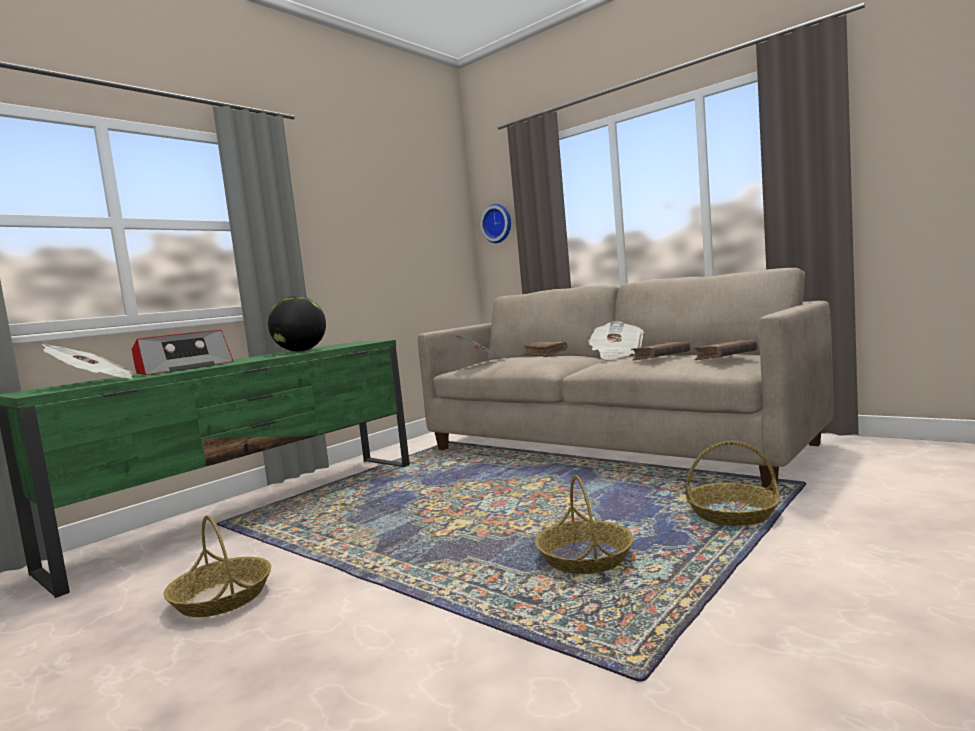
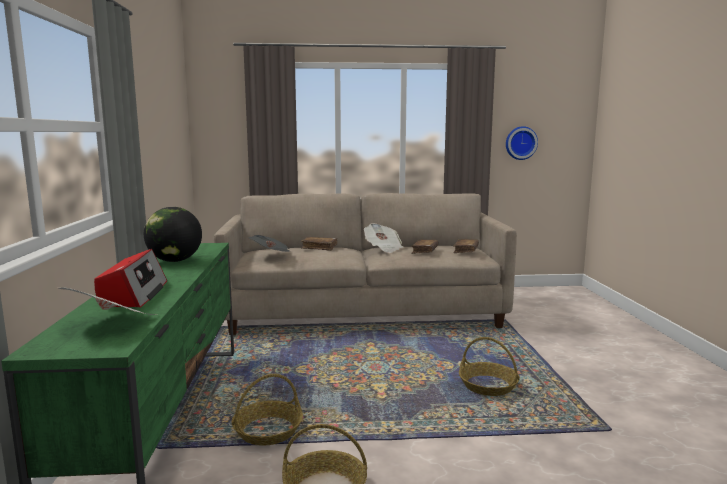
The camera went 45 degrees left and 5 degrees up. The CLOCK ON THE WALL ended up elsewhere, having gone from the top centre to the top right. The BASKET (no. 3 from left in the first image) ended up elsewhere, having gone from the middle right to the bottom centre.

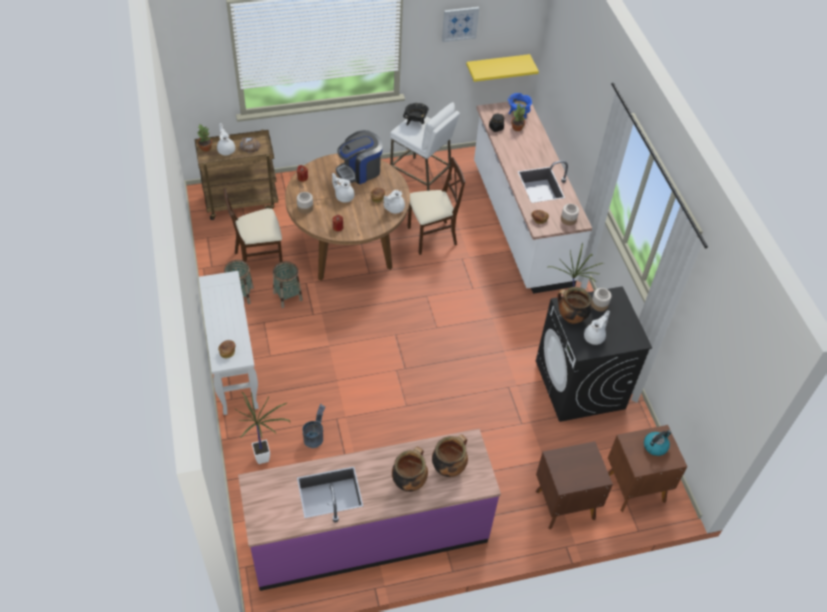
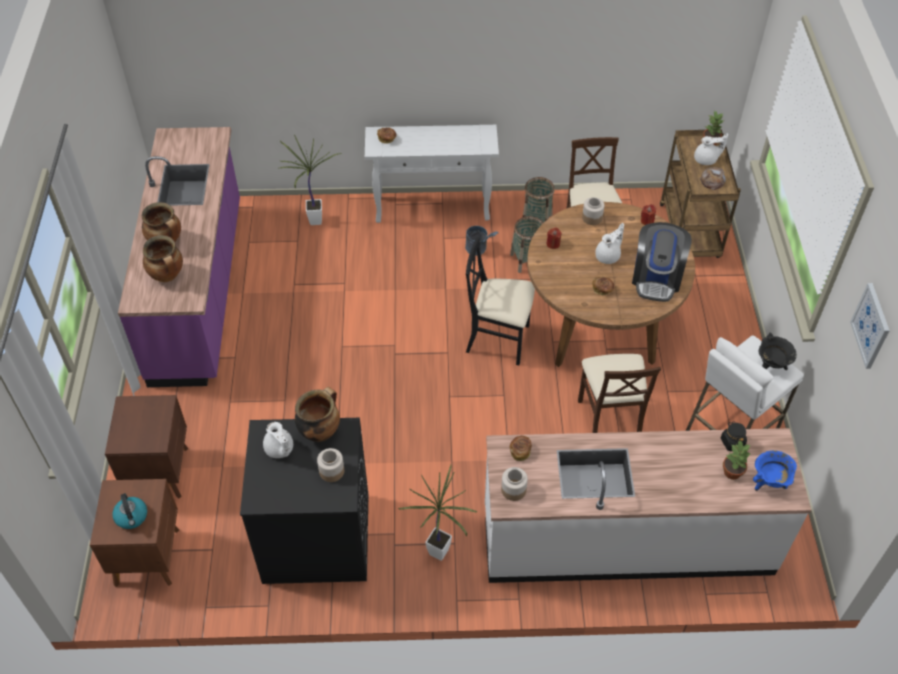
The camera went 105 degrees right and 0 degrees up. The GREY WATER BUCKET ended up elsewhere, having gone from the bottom centre to the centre. The COFFEE MACHINE at the top centre ended up facing another way, 150 degrees counterclockwise from before. The second view lost the WHITE-COLOURED POT FOR TEA (no. 3 from left) at the top centre. The second view lost the YELLOW-COLOURED BRACKET SHELF at the top centre. The second view gained the BLACK-COLOURED CHAIR at the centre.

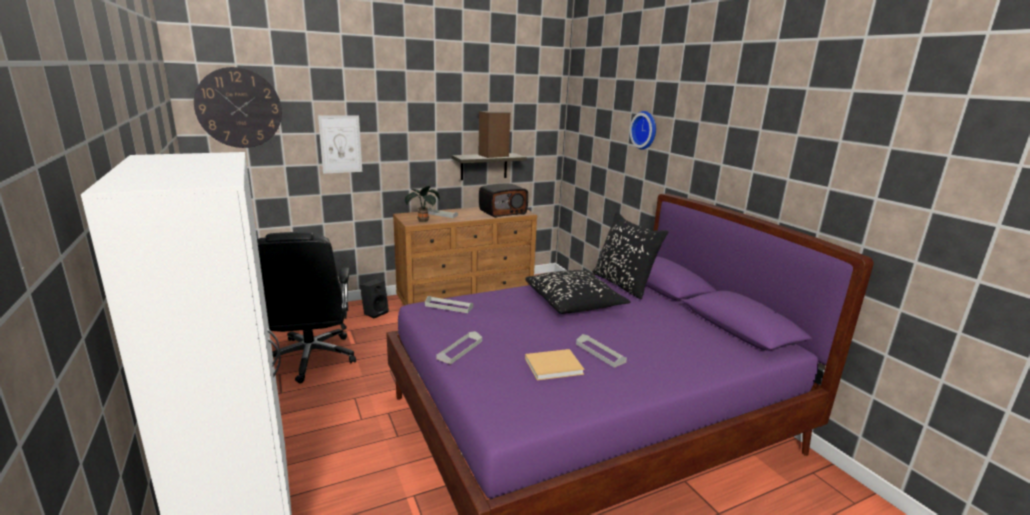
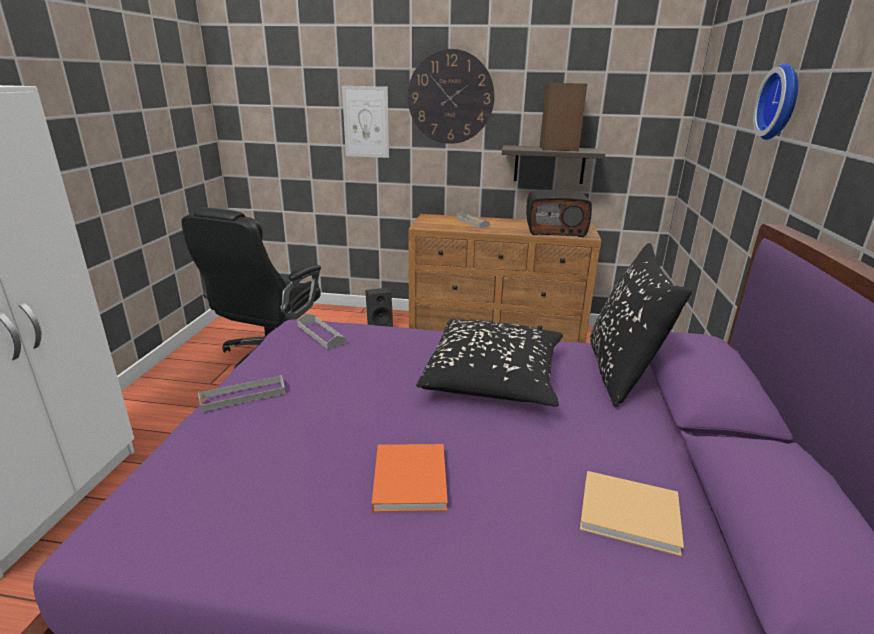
The camera went 35 degrees right and 5 degrees up. The CLOCK ON THE WALL (no. 1 from left) ended up elsewhere, having gone from the top left to the top centre. The second view lost the POTTED PLANT at the centre. The SAND-COLOURED BOOK ended up elsewhere, having gone from the bottom centre to the bottom right. Where the GREY CARRYING TRAY (no. 4 from left) stood at the bottom centre, the ORANGEY BOOK came to stand at the bottom centre.

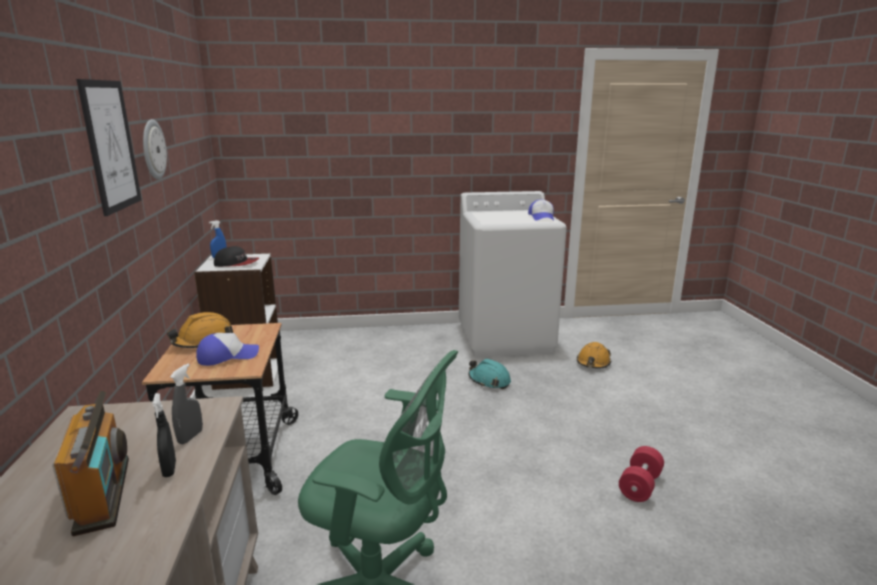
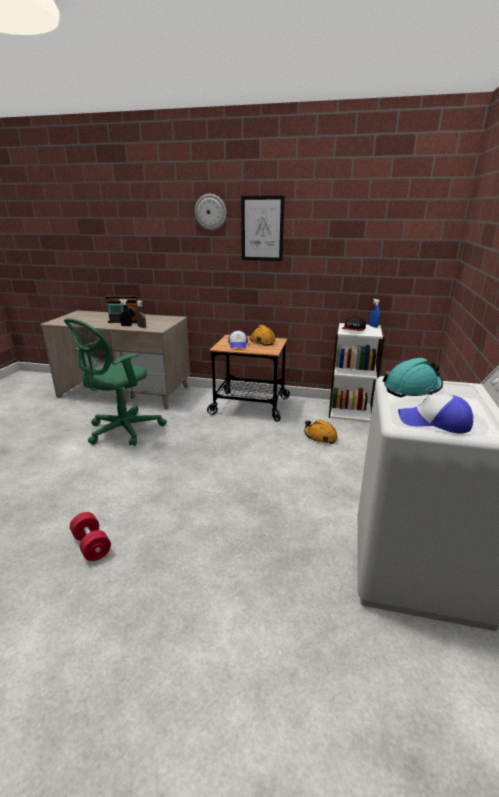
The camera went 110 degrees right and 5 degrees up. The CLOCK ON THE WALL ended up elsewhere, having gone from the top left to the top centre. The TURQUOISE-COLOURED WORK HELMET ended up elsewhere, having gone from the centre to the middle right. The ORANGEY WORK HELMET (no. 2 from left) ended up elsewhere, having gone from the middle right to the centre.

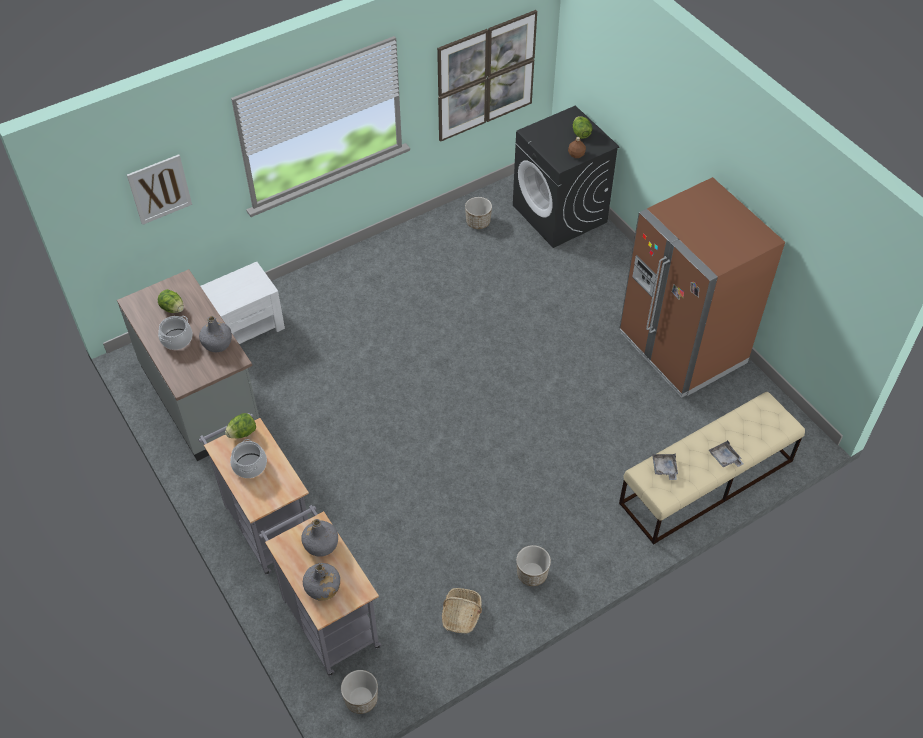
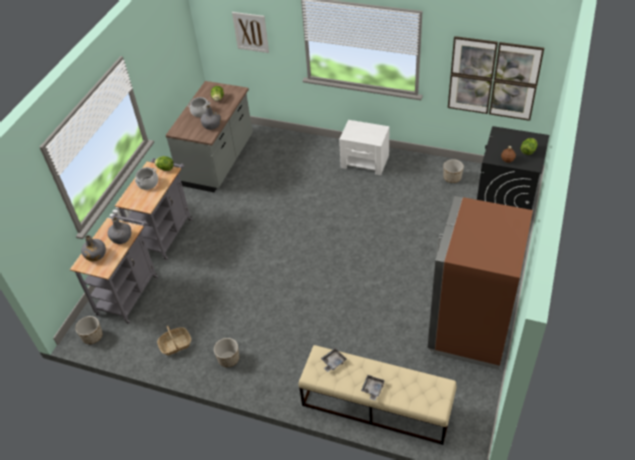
The camera went 55 degrees right and 5 degrees down. The WHITE-COLOURED NIGHT TABLE ended up elsewhere, having gone from the middle left to the top centre.

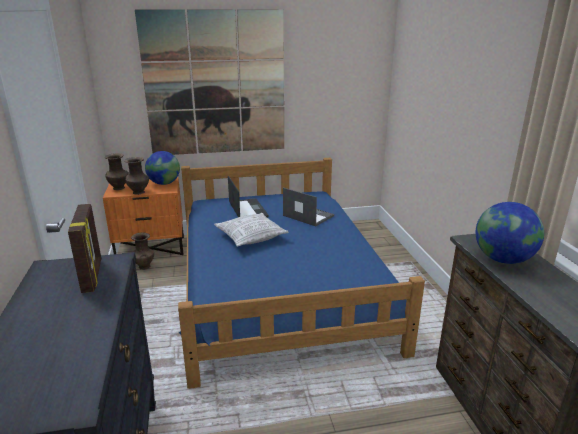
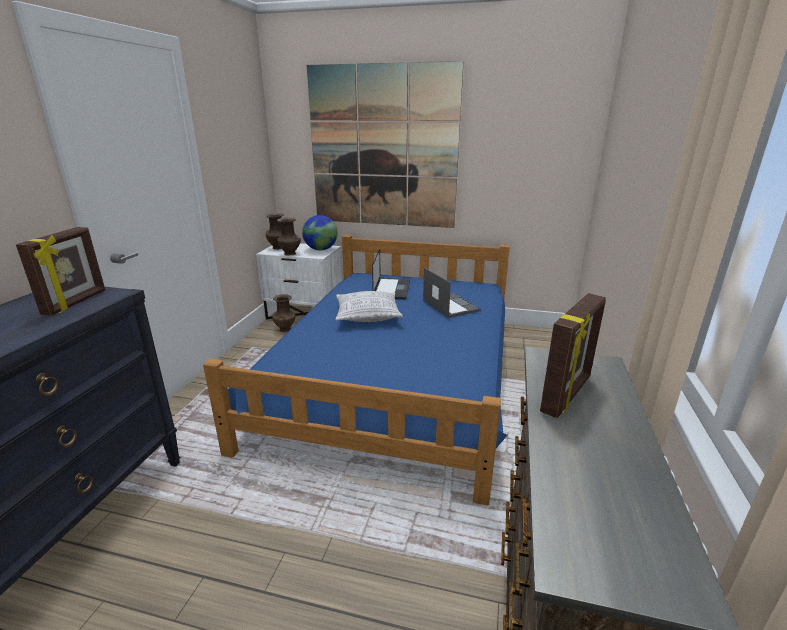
The camera went 25 degrees right and 0 degrees up. What was the ORANGEY NIGHT TABLE at the middle left turned into the WHITE-COLOURED NIGHT TABLE at the centre. Where the WORLD GLOBE (no. 2 from left) stood at the middle right, the STANDING FRAME (no. 2 from left) came to stand at the middle right.

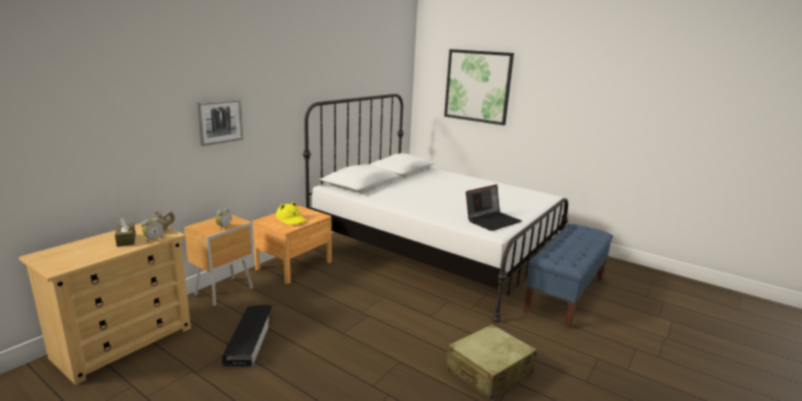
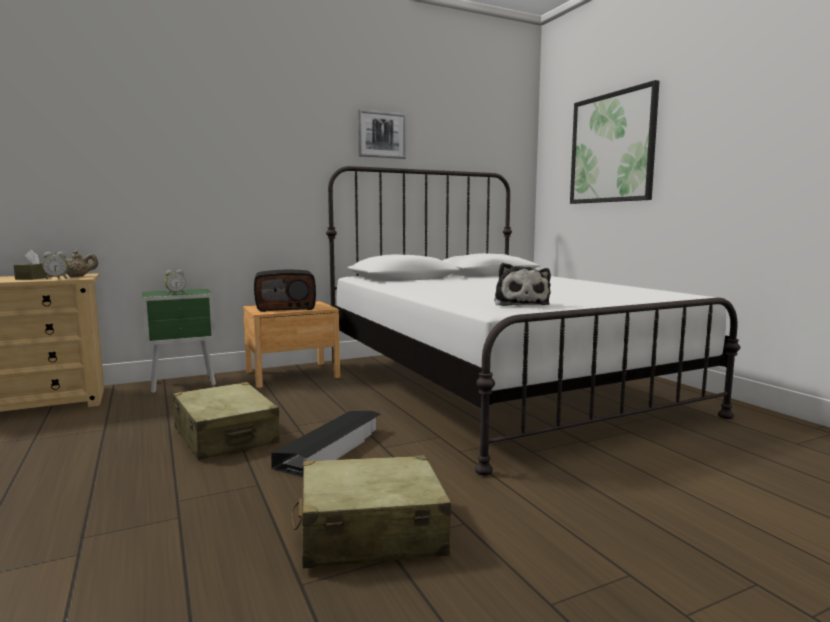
The camera went 30 degrees right and 10 degrees down. What was the BROWN NIGHT TABLE (no. 1 from left) at the middle left turned into the GREENISH NIGHT TABLE at the middle left. The WALL ART (no. 1 from left) ended up elsewhere, having gone from the top left to the top centre. The BLACK-COLOURED STORAGE BIN ended up elsewhere, having gone from the bottom left to the bottom centre. Where the YELLOW-COLOURED WEARABLE HAT stood at the centre, the RADIO RECEIVER came to stand at the centre. Where the NOTEBOOK COMPUTER stood at the centre, the PLUSH TOY came to stand at the centre. The second view lost the BLUE-COLOURED LONG SEAT at the bottom right. The second view gained the SAND-COLOURED TRAVEL CASE (no. 1 from left) at the bottom left.

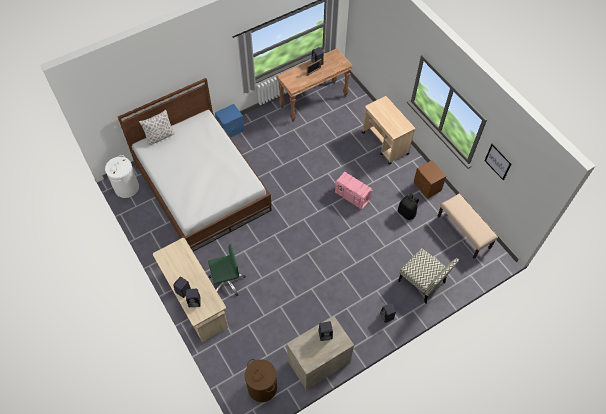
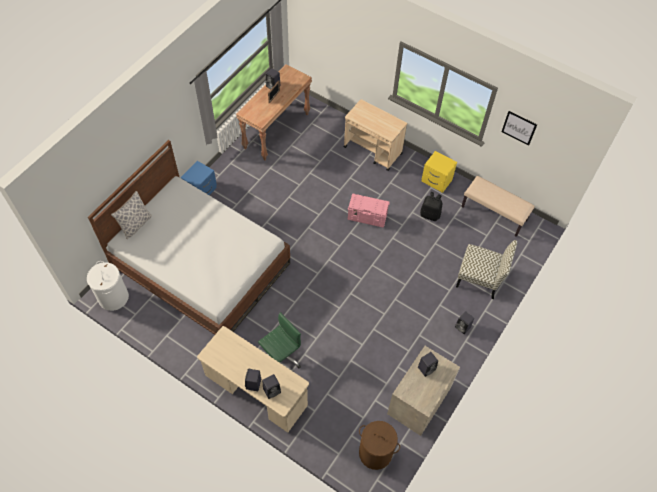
The camera went 25 degrees left and 0 degrees up. What was the BROWN NIGHT TABLE at the middle right turned into the YELLOW-COLOURED NIGHT TABLE at the middle right.

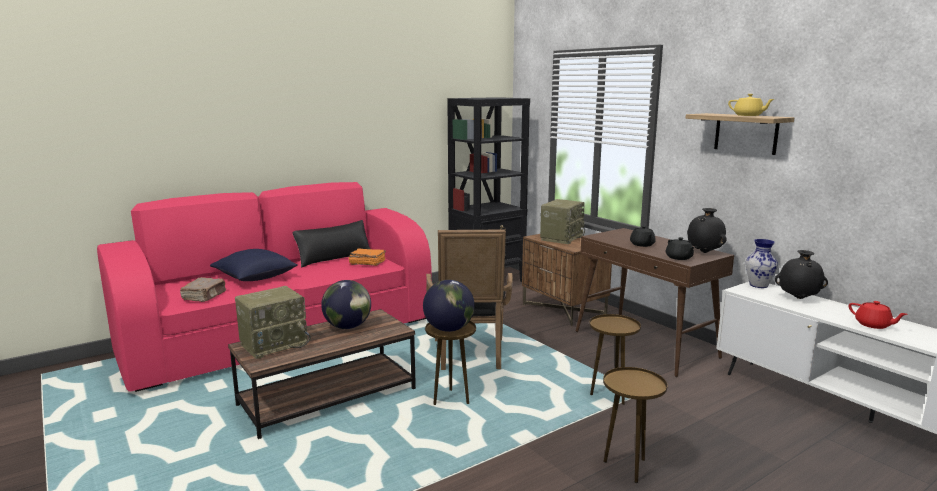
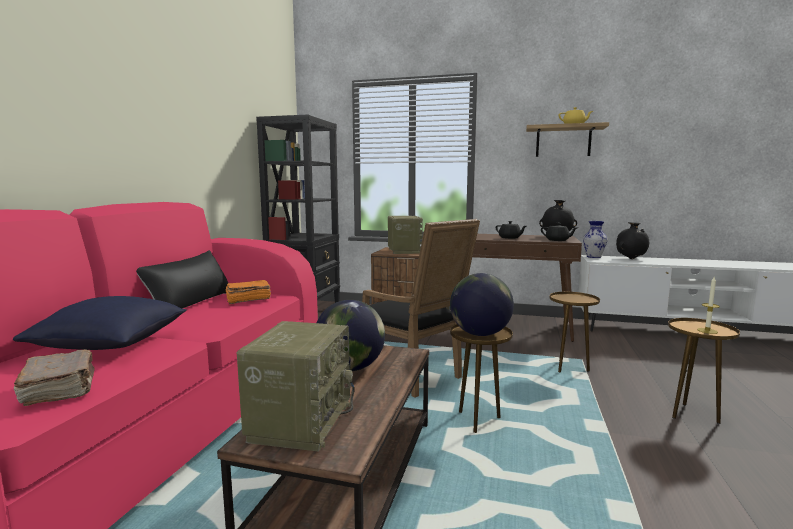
The camera went 40 degrees left and 5 degrees down. The second view lost the REDDISH POT FOR TEA at the middle right. The second view gained the WAX CANDLE at the middle right.

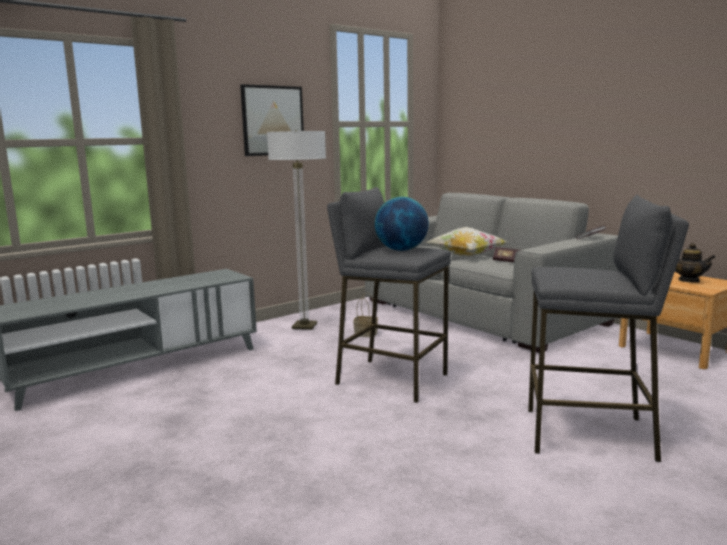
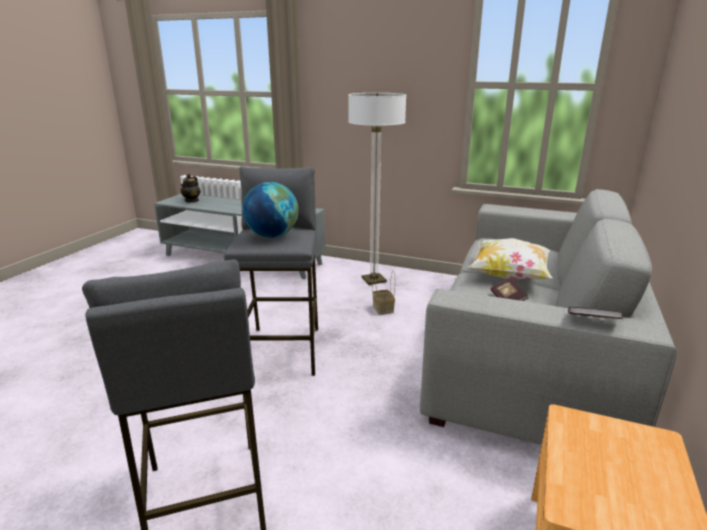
The camera went 60 degrees right and 10 degrees up. The second view lost the WALL ART at the top centre. The POT FOR TEA ended up elsewhere, having gone from the middle right to the middle left.

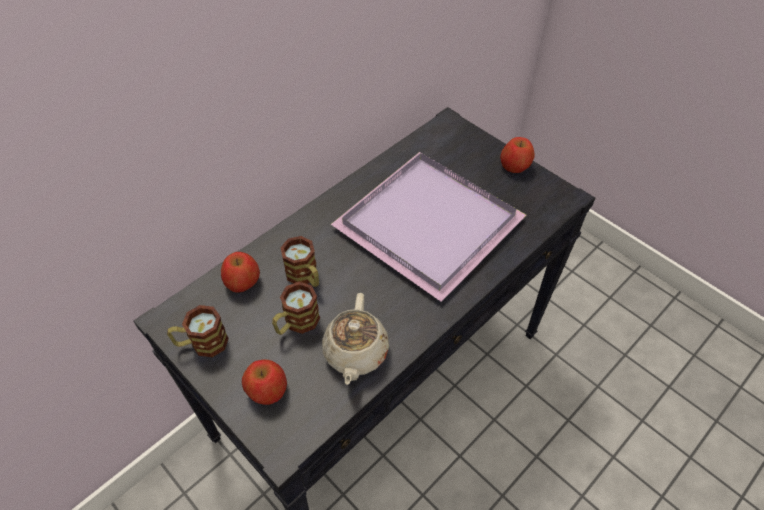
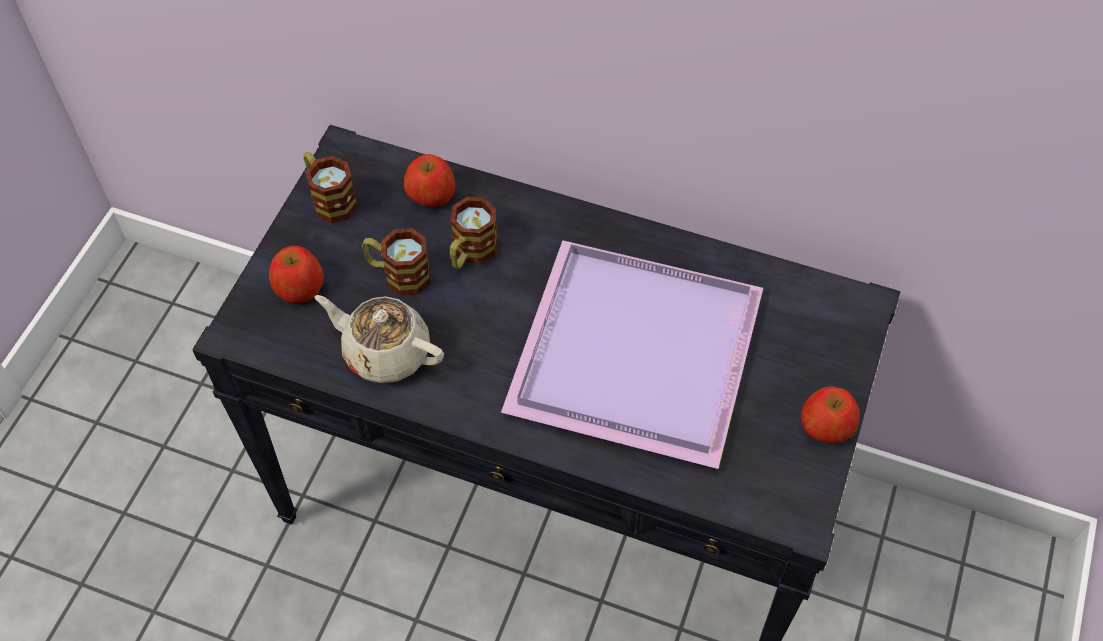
The camera went 65 degrees right and 5 degrees up. The SAND-COLOURED POT FOR TEA at the centre ended up facing another way, 45 degrees clockwise from before.

